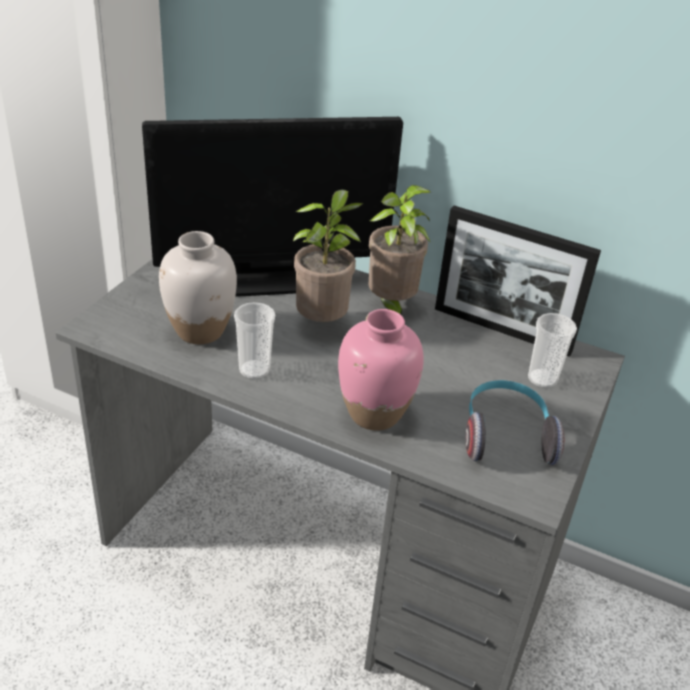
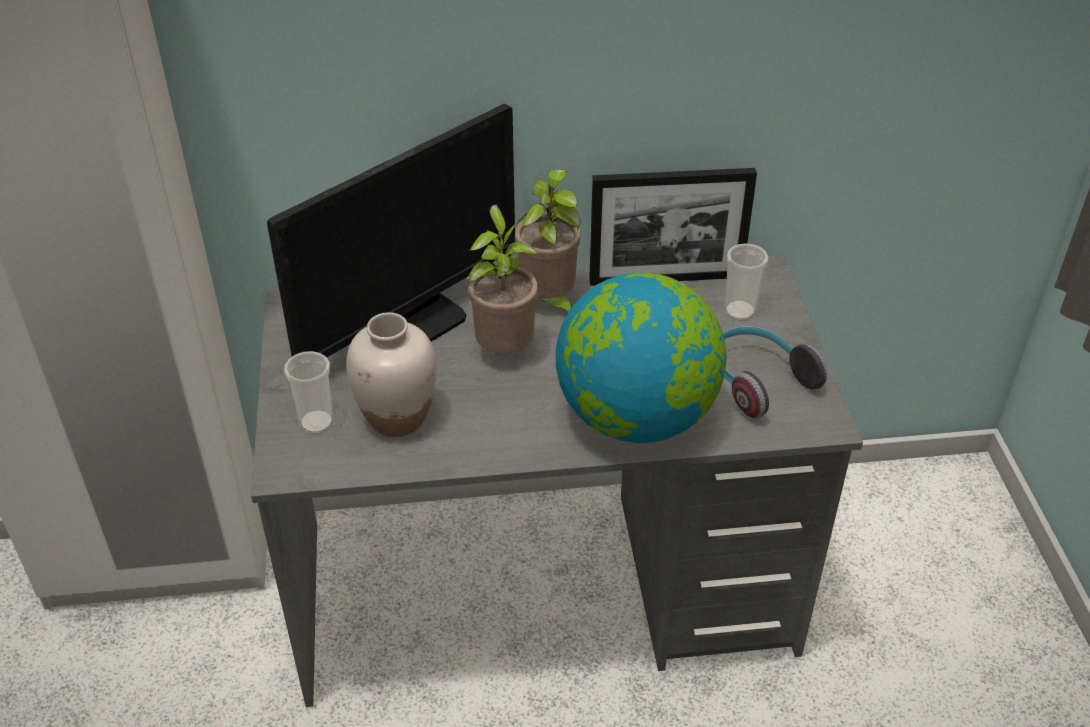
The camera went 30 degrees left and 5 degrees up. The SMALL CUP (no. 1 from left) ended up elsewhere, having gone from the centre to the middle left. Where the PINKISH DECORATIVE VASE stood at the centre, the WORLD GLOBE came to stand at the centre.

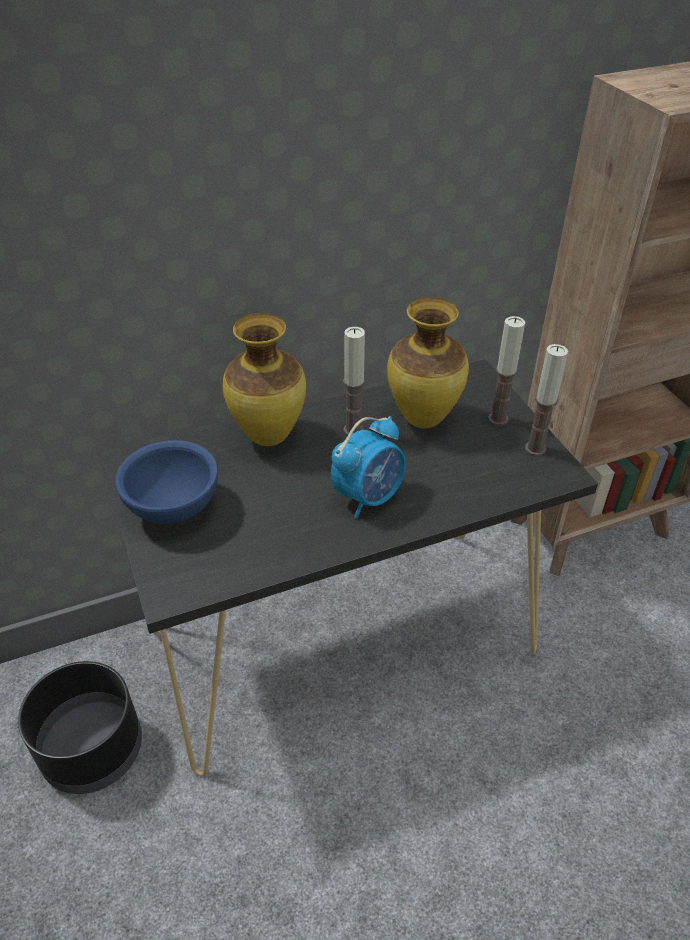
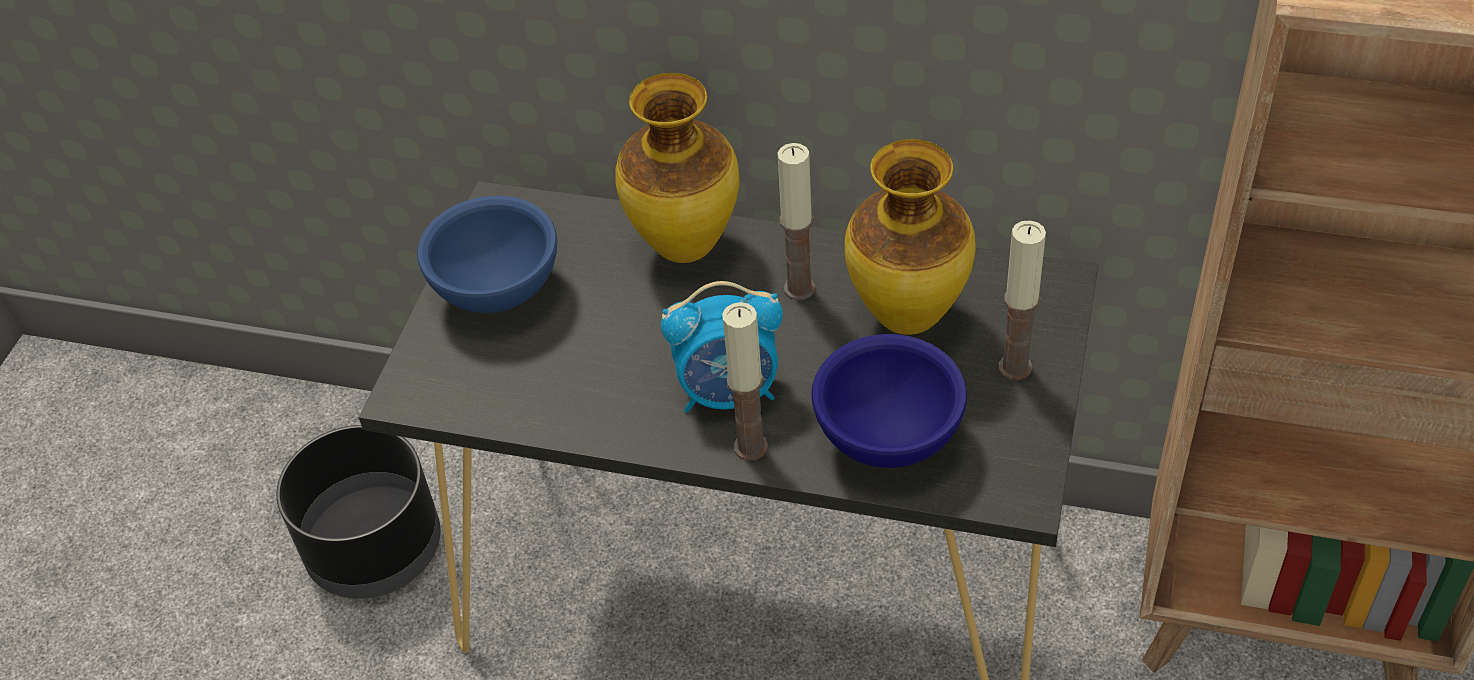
The camera went 40 degrees right and 5 degrees up. The WAX CANDLE (no. 3 from left in the first image) ended up elsewhere, having gone from the middle right to the centre. The second view gained the BLUE-COLOURED DEEP DISH (no. 2 from left) at the centre.

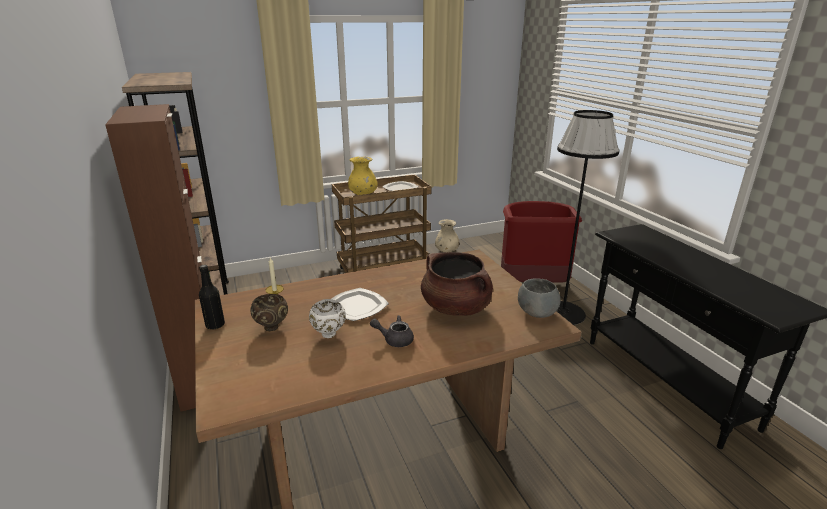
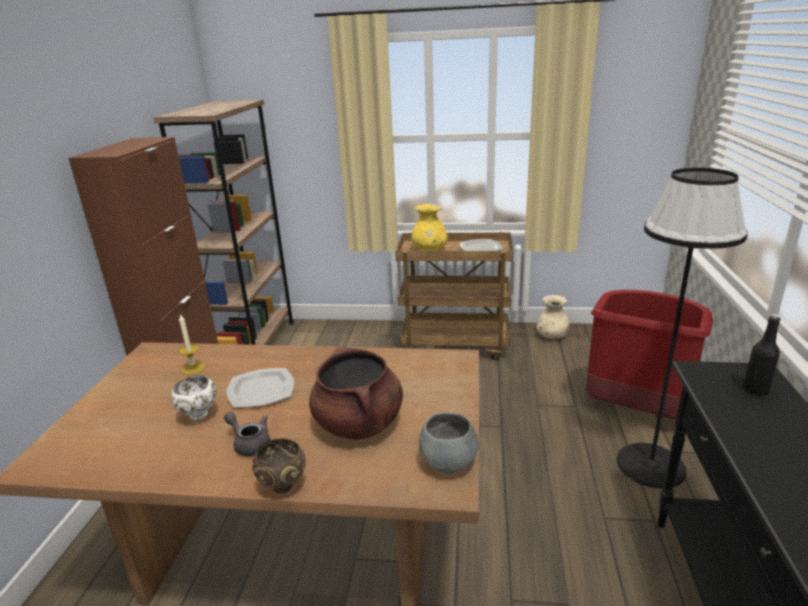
The camera went 30 degrees right and 0 degrees up. The BLACK-COLOURED BEVERAGE BOTTLE ended up elsewhere, having gone from the middle left to the middle right. The BROWN DEEP DISH ended up elsewhere, having gone from the middle left to the bottom centre.

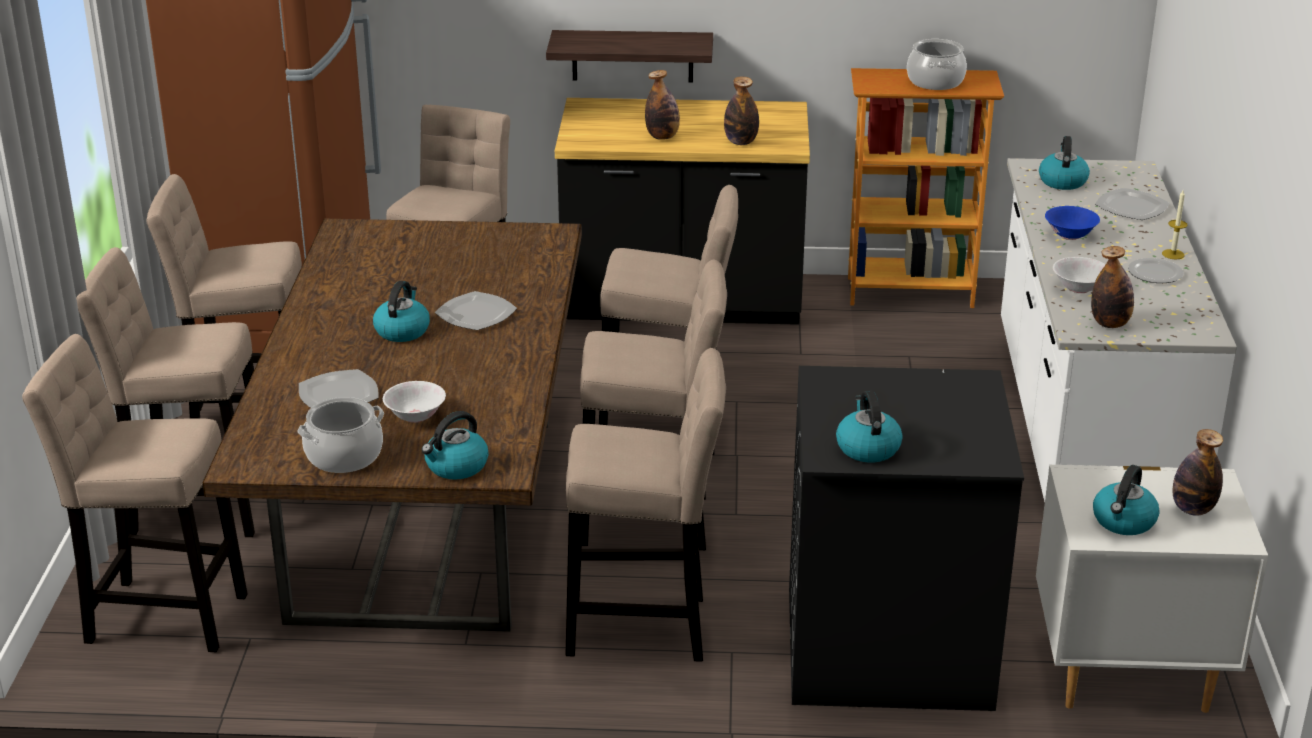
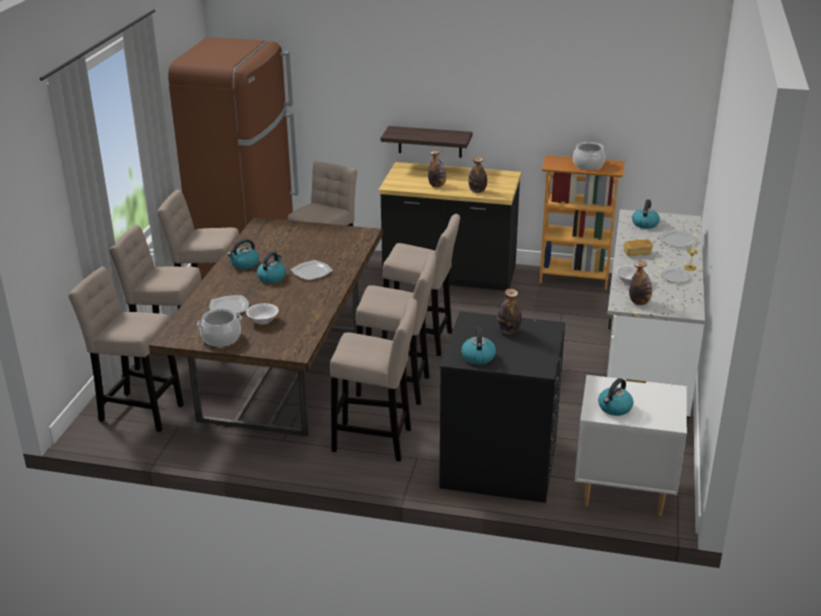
The camera went 10 degrees right and 0 degrees up. The TEA KETTLE (no. 2 from left in the first image) ended up elsewhere, having gone from the centre to the middle left. Where the BLUE-COLOURED DEEP DISH stood at the top right, the BAKED BREAD came to stand at the middle right. The BEVERAGE BOTTLE (no. 4 from left in the first image) ended up elsewhere, having gone from the middle right to the centre.

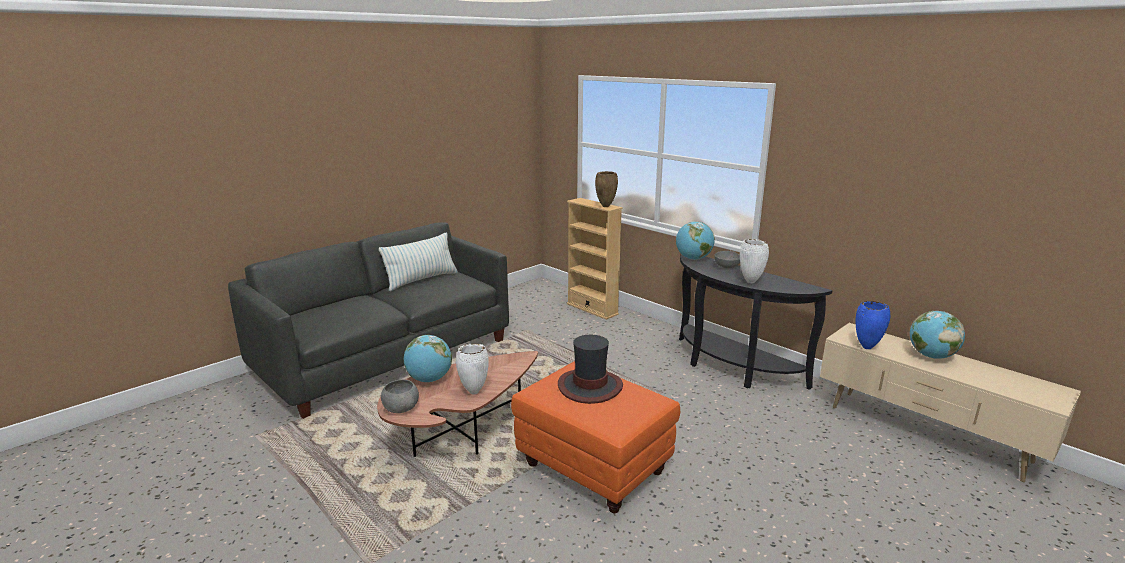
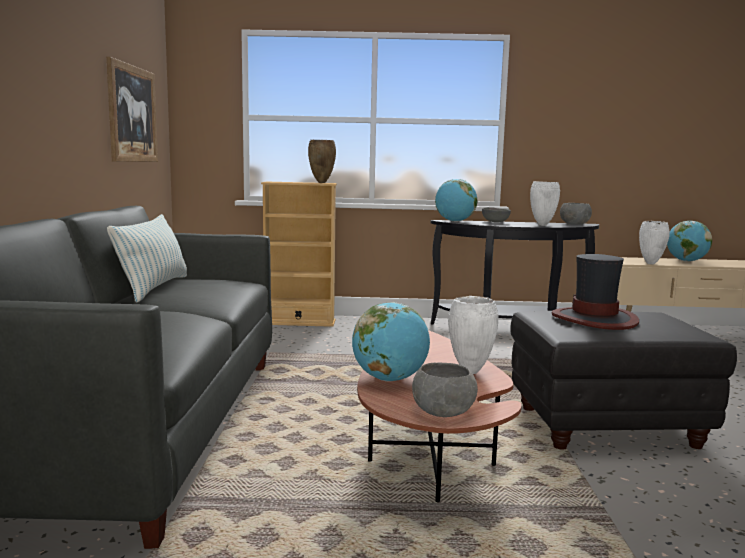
The camera went 45 degrees left and 10 degrees down. What was the ORANGEY POUFFE at the bottom centre turned into the BLACK-COLOURED POUFFE at the bottom right. What was the BLUE-COLOURED DECORATIVE VASE at the middle right turned into the WHITE-COLOURED DECORATIVE VASE (no. 3 from left) at the middle right. The second view gained the WALL ART at the top left. The second view gained the GREY DEEP DISH (no. 3 from left) at the middle right.

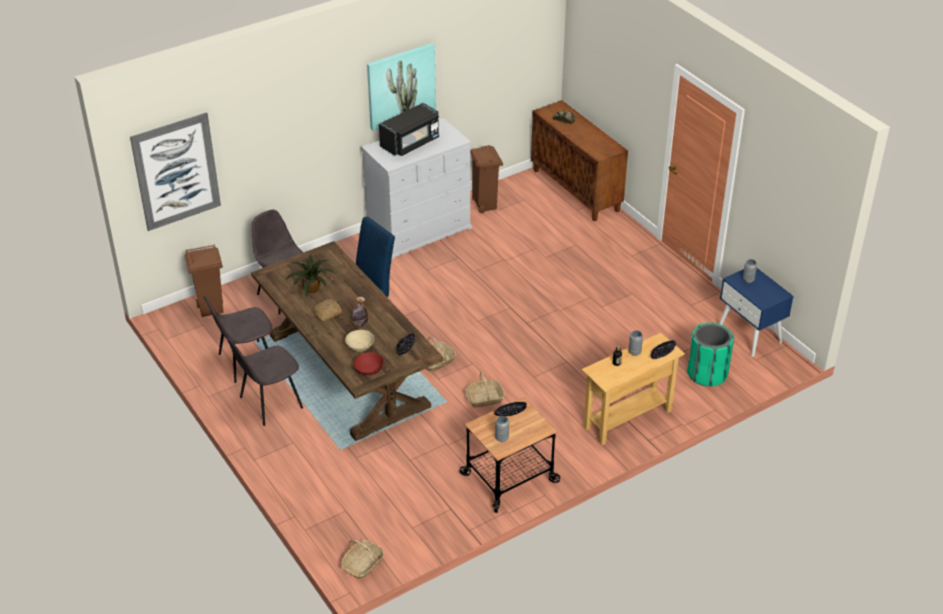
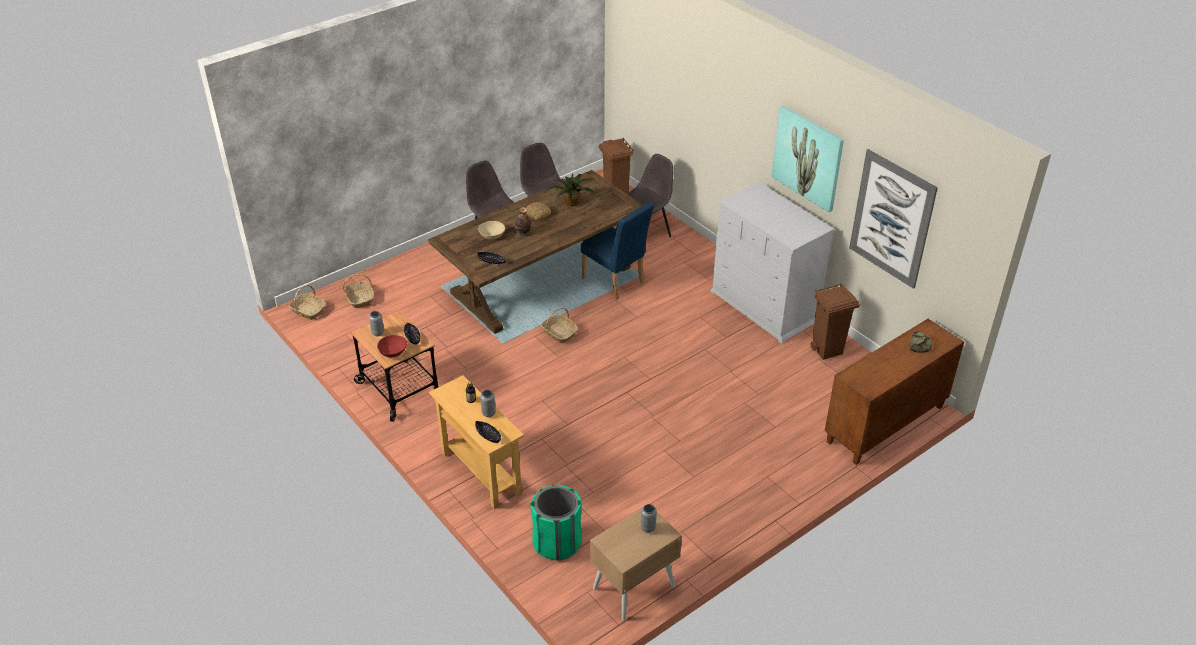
The camera went 85 degrees right and 0 degrees up. The WALL ART (no. 1 from left in the first image) ended up elsewhere, having gone from the top left to the middle right. The REDDISH DEEP DISH ended up elsewhere, having gone from the centre to the middle left. The second view lost the BLACK-COLOURED MICROWAVE at the top centre. The BASKET (no. 3 from left in the first image) ended up elsewhere, having gone from the centre to the middle left. What was the BLUE-COLOURED NIGHT TABLE at the middle right turned into the SAND-COLOURED NIGHT TABLE at the bottom centre.

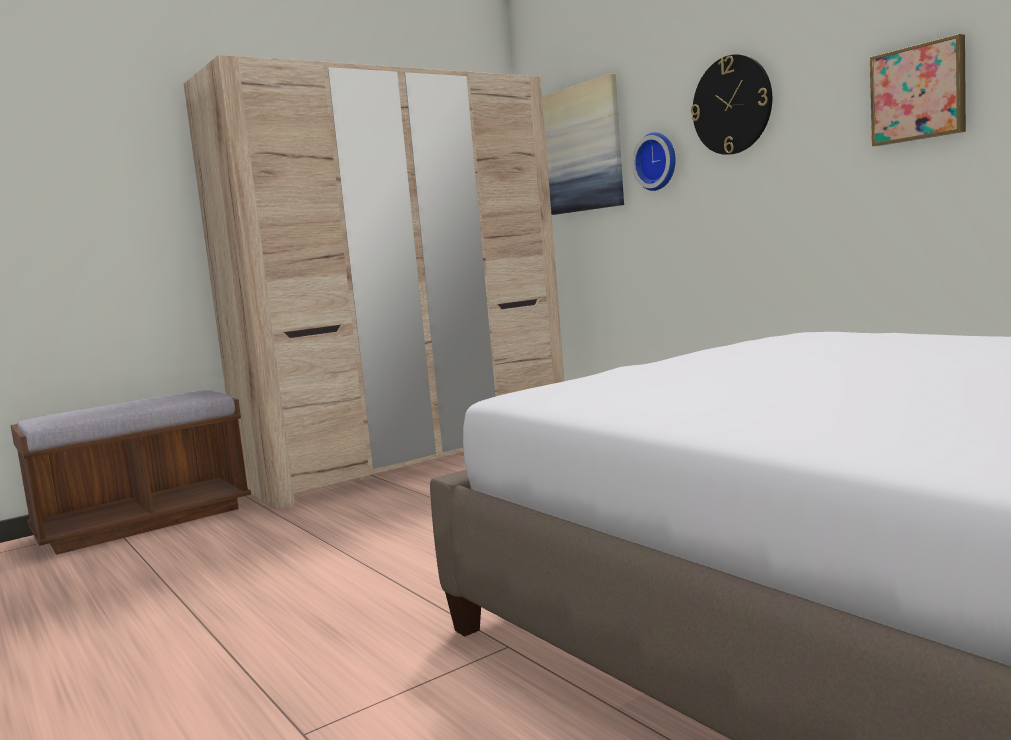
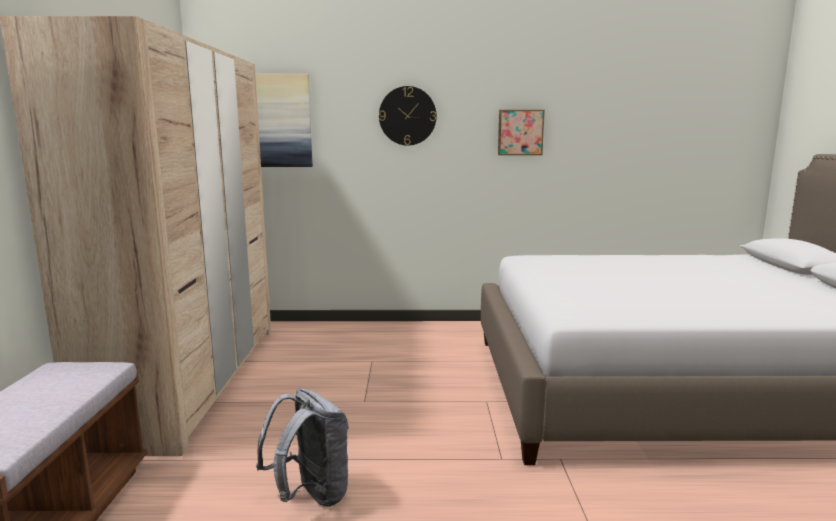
The camera went 55 degrees left and 5 degrees up. The second view lost the CLOCK ON THE WALL (no. 1 from left) at the top centre. The second view gained the GREY KNAPSACK at the bottom centre.

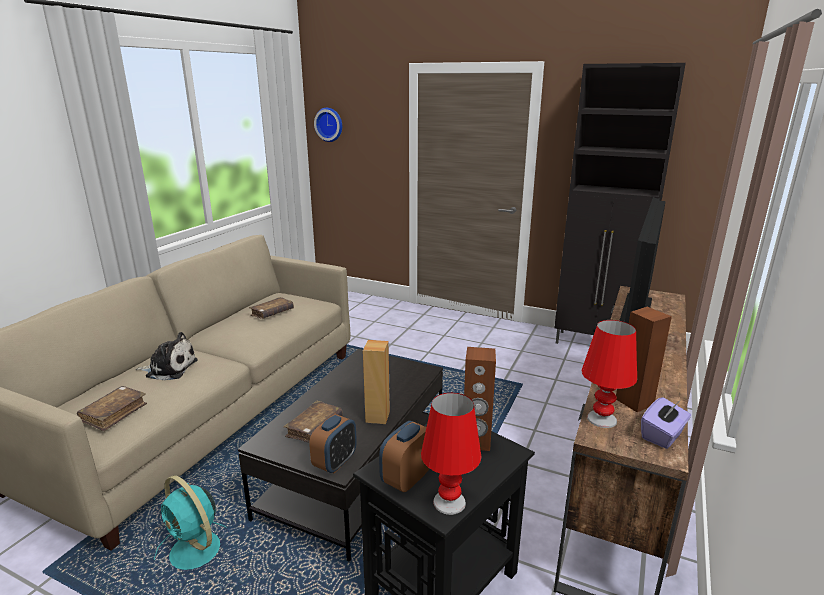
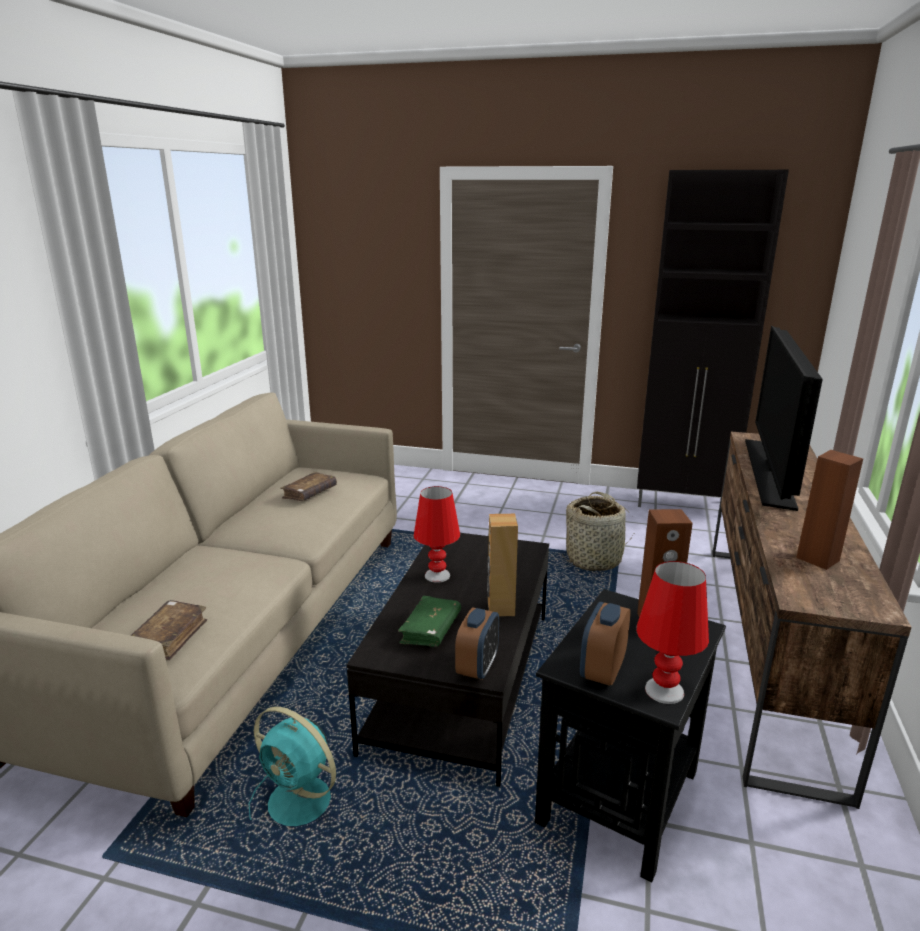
The camera went 10 degrees left and 0 degrees up. The second view lost the PLUSH TOY at the middle left. What was the BROWN BOOK (no. 3 from left) at the bottom centre turned into the GREENISH BOOK at the bottom centre. The second view lost the CLOCK ON THE WALL at the top centre. The REDDISH TABLETOP LAMP (no. 2 from left in the first image) ended up elsewhere, having gone from the middle right to the centre. The second view lost the PURPLE-COLOURED BOX OF TISSUES at the bottom right. The second view gained the BASKET at the centre.

